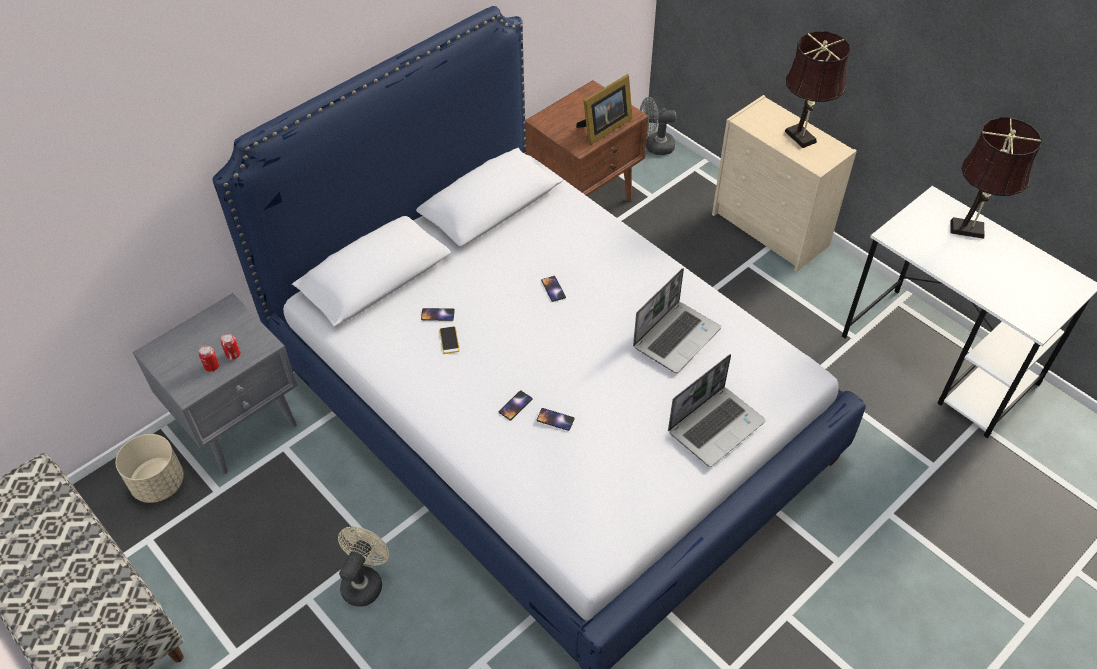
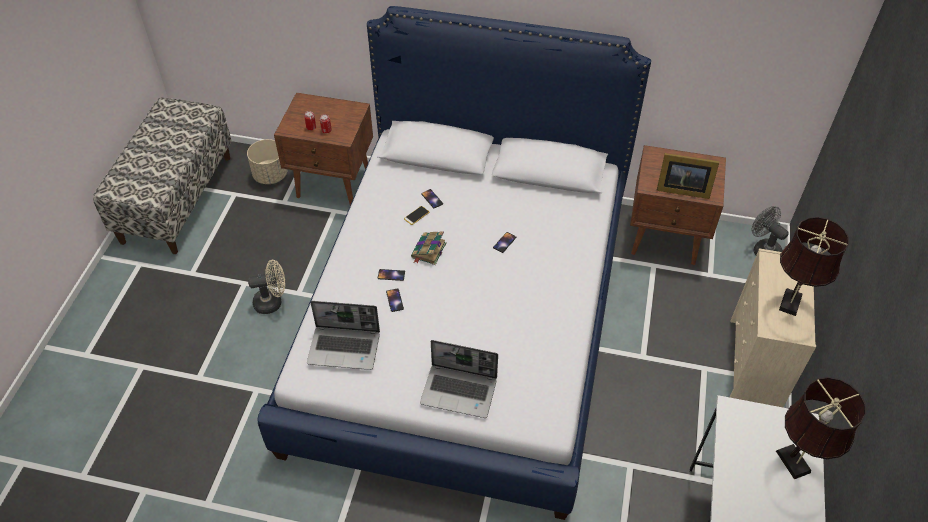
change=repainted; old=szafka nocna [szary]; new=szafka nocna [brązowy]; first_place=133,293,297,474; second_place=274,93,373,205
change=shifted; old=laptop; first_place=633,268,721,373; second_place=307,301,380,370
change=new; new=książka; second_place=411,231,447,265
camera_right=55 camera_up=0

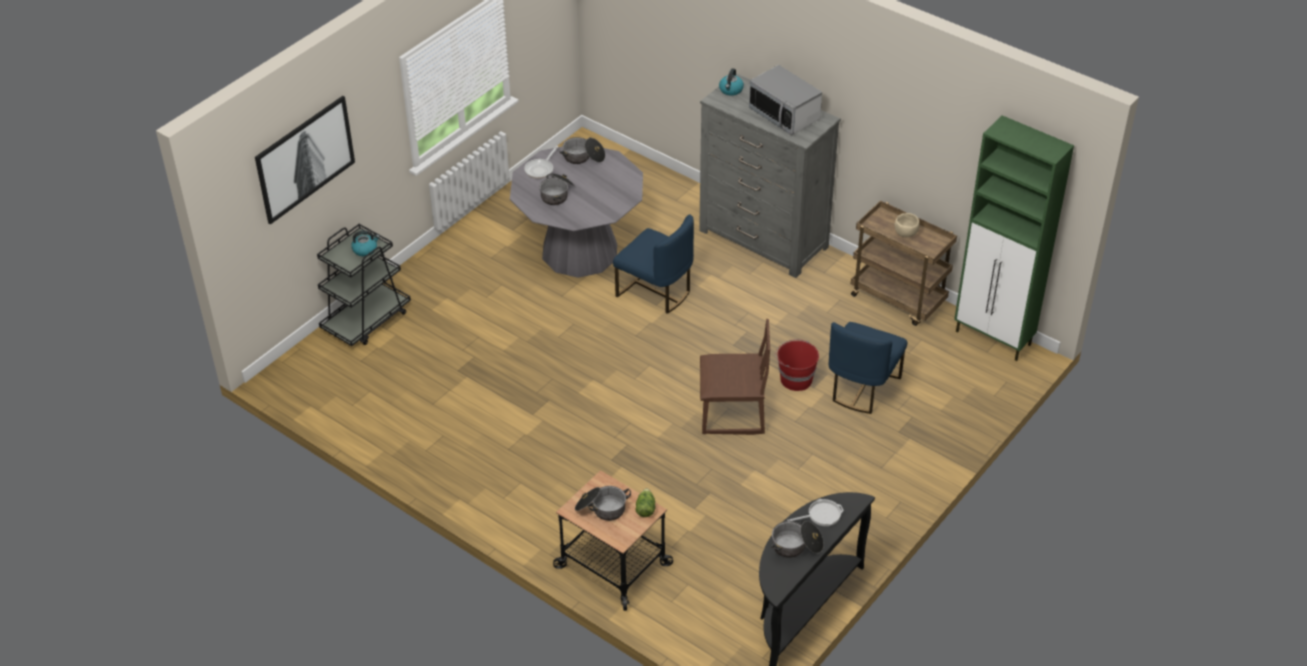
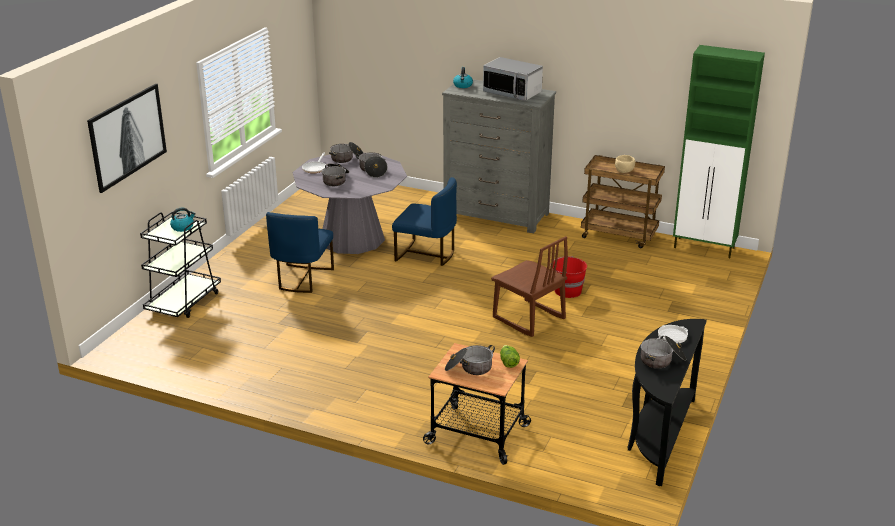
change=shifted; old=krzesło [niebieski]; first_place=829,322,907,414; second_place=266,212,334,293
change=new; new=garnek; second_place=356,152,387,178
change=rotated; old=krzesło [brązowy]; first_place=700,319,770,435; second_place=491,236,568,337; degrees=60
camera_right=-15 camera_up=-15

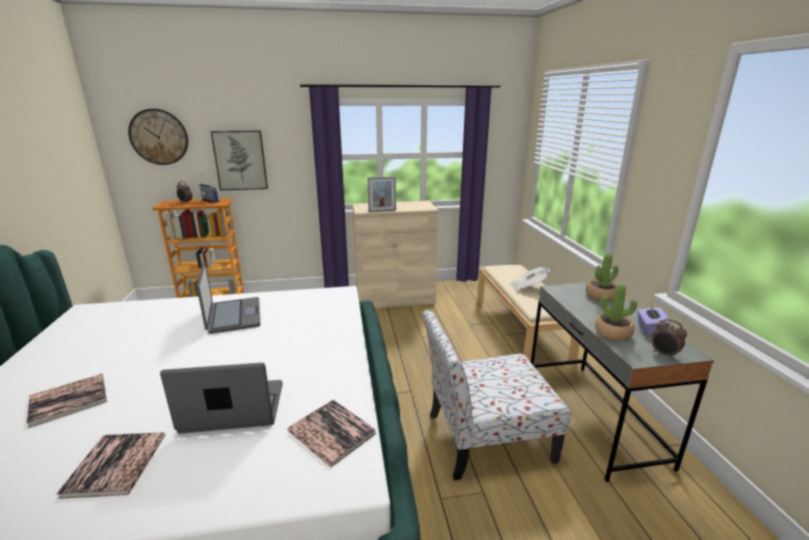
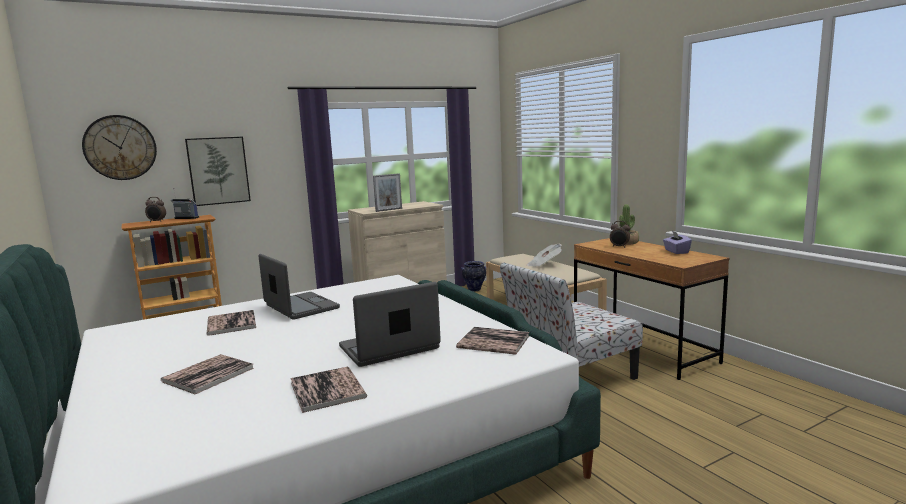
change=new; new=książka; second_place=207,310,256,336
change=new; new=wazon; second_place=461,261,486,292
change=repainted; old=biurko [szary]; new=biurko [brązowy]; first_place=531,283,714,482; second_place=574,238,729,380
change=shifted; old=budzik; first_place=651,319,687,359; second_place=610,221,630,248
change=gone; old=roślina doniczkowa; first_place=595,284,637,340
camera_right=-20 camera_up=-10

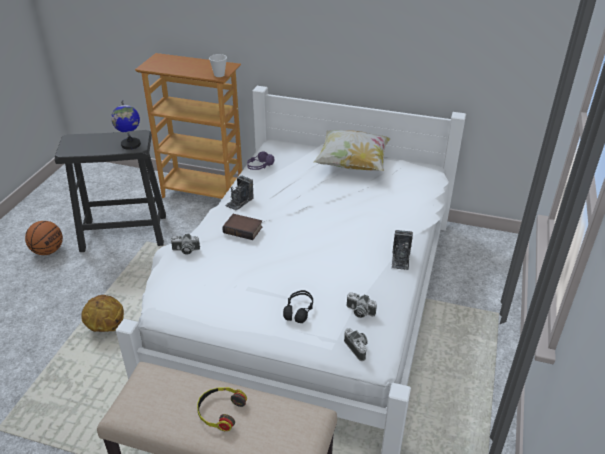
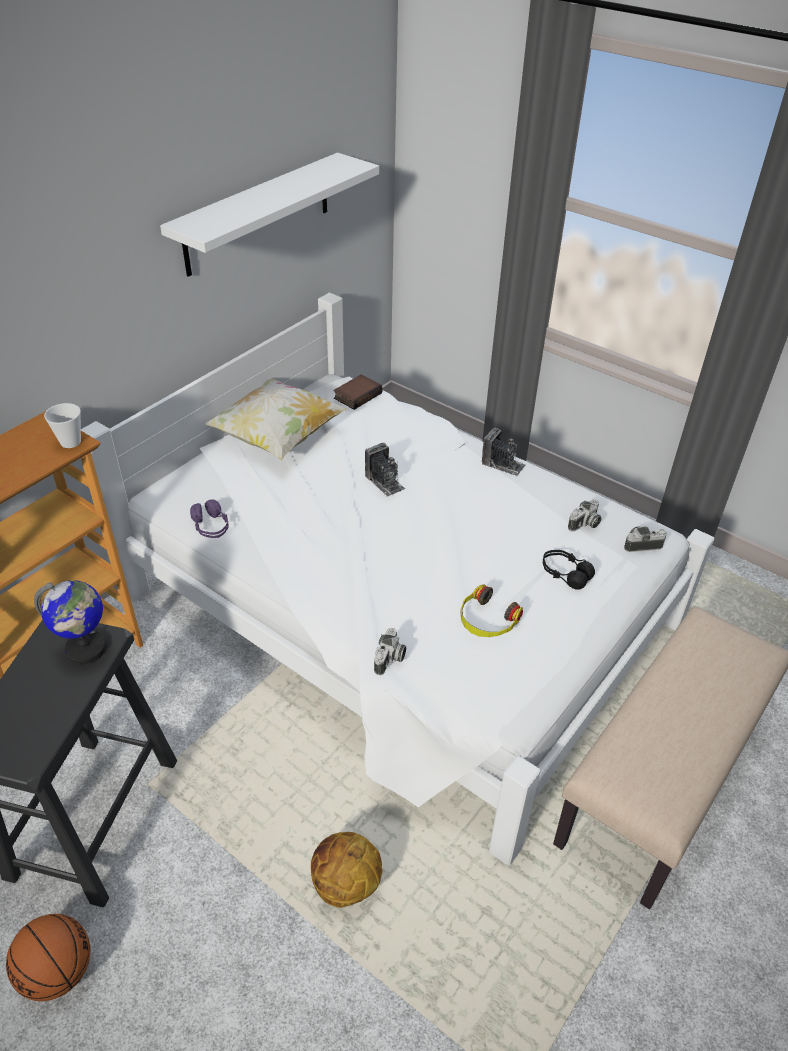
change=new; new=półka [biały]; second_place=160,153,379,277
change=shifted; old=książka; first_place=222,214,263,240; second_place=334,374,382,410
change=shifted; old=aparat fotograficzny; first_place=225,176,253,211; second_place=365,443,405,497
change=shifted; old=słuchawki; first_place=197,387,247,431; second_place=460,584,523,637
camera_right=-70 camera_up=5

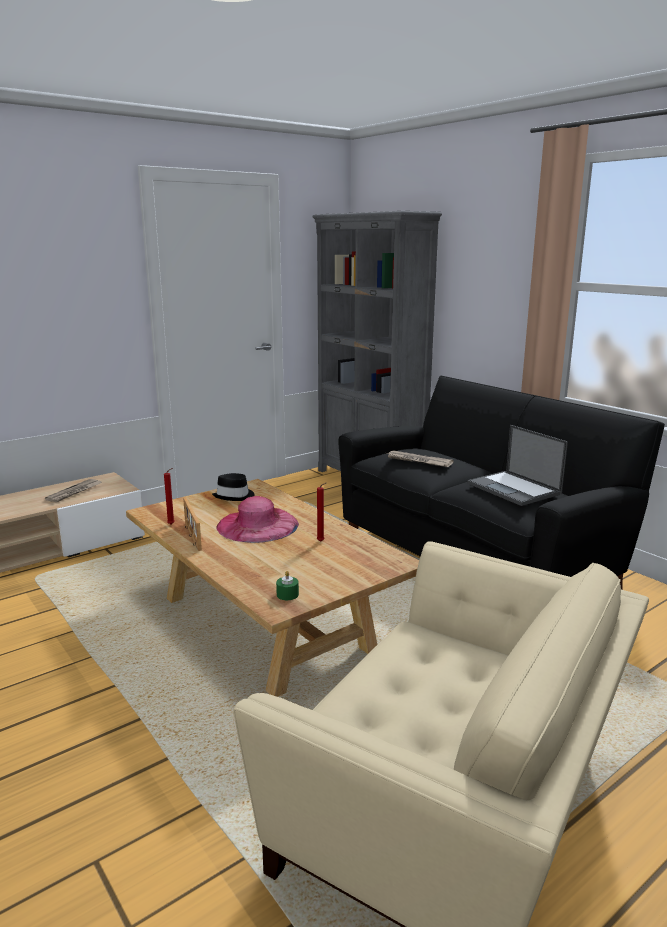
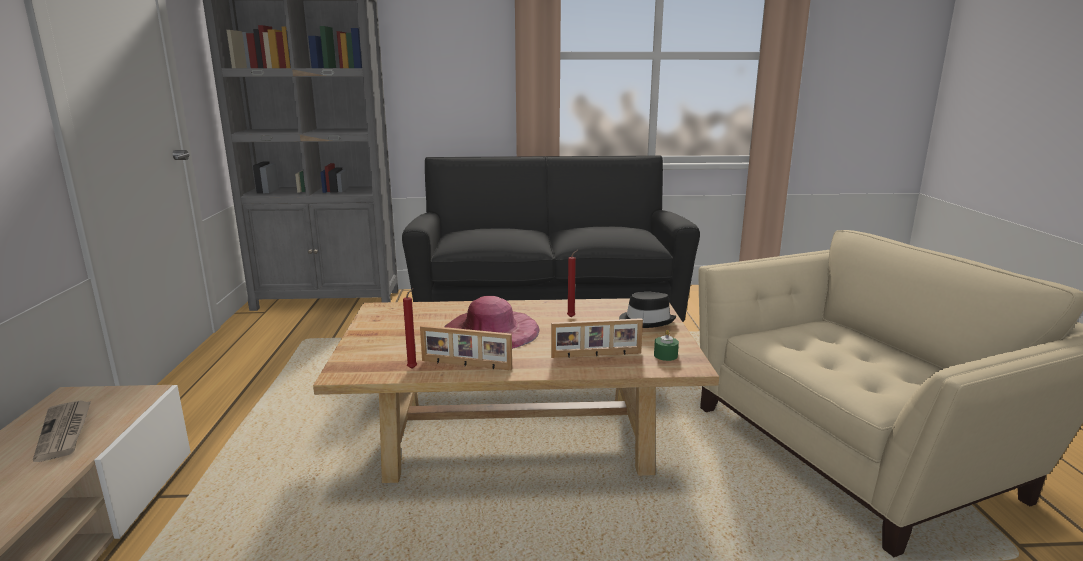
change=new; new=ramka na zdjęcie; second_place=551,318,643,358
change=shifted; old=kapelusz [czarny]; first_place=212,473,255,501; second_place=619,291,676,328
change=gone; old=gazeta; first_place=387,450,453,467
change=gone; old=laptop; first_place=467,425,568,506
camera_right=-55 camera_up=0

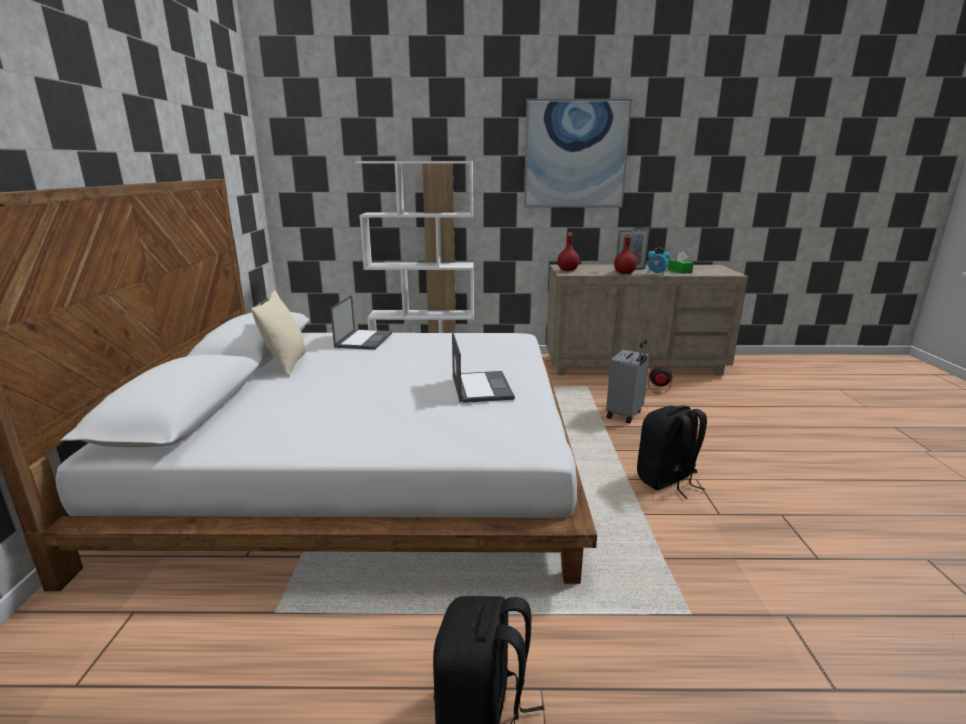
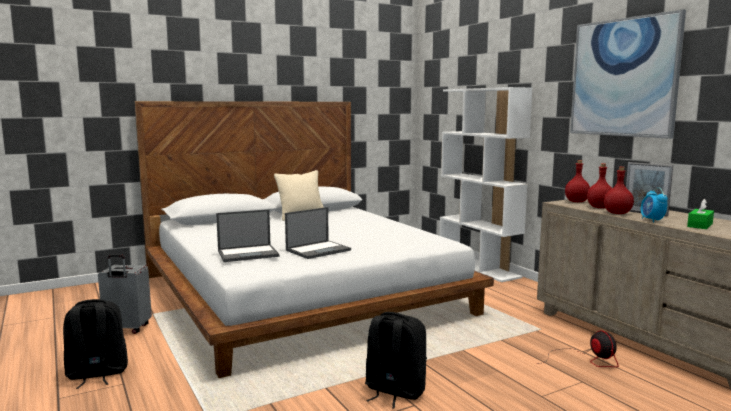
change=shifted; old=walizka [szary]; first_place=606,340,650,423; second_place=98,254,152,334
change=shifted; old=laptop; first_place=330,295,392,350; second_place=216,209,279,262
change=new; new=butelka [czerwony]; second_place=587,163,612,208
camera_right=60 camera_up=-10

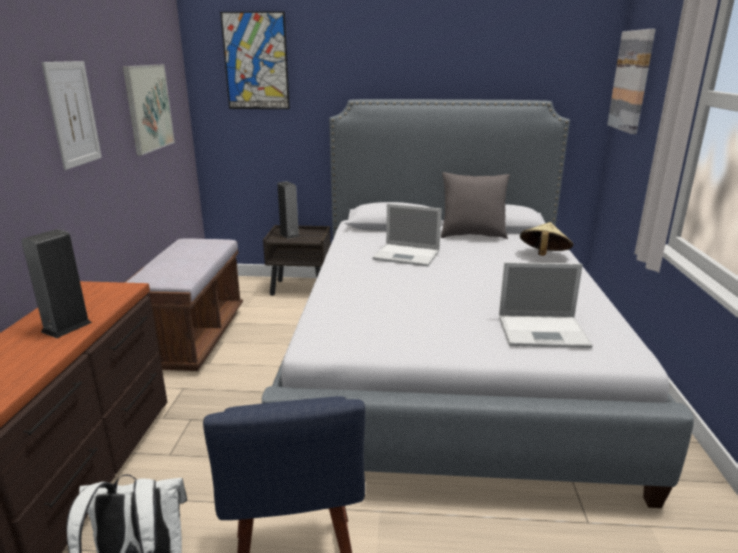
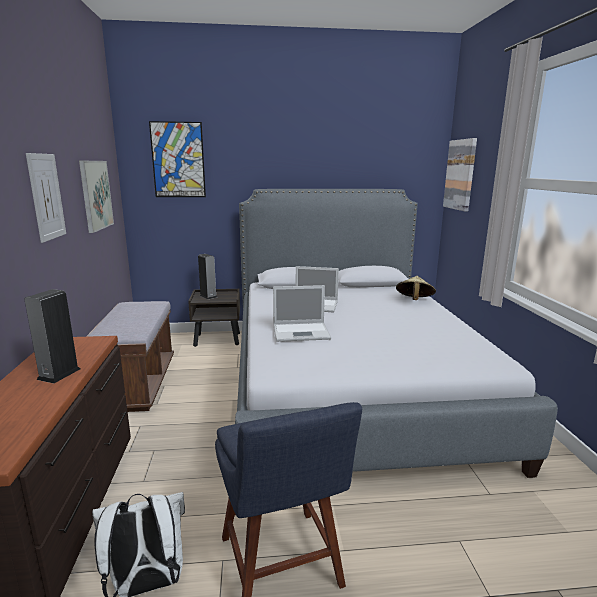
change=shifted; old=laptop; first_place=499,262,593,348; second_place=273,285,331,342
change=gone; old=poduszka [szary]; first_place=441,172,510,239
camera_right=-10 camera_up=-5

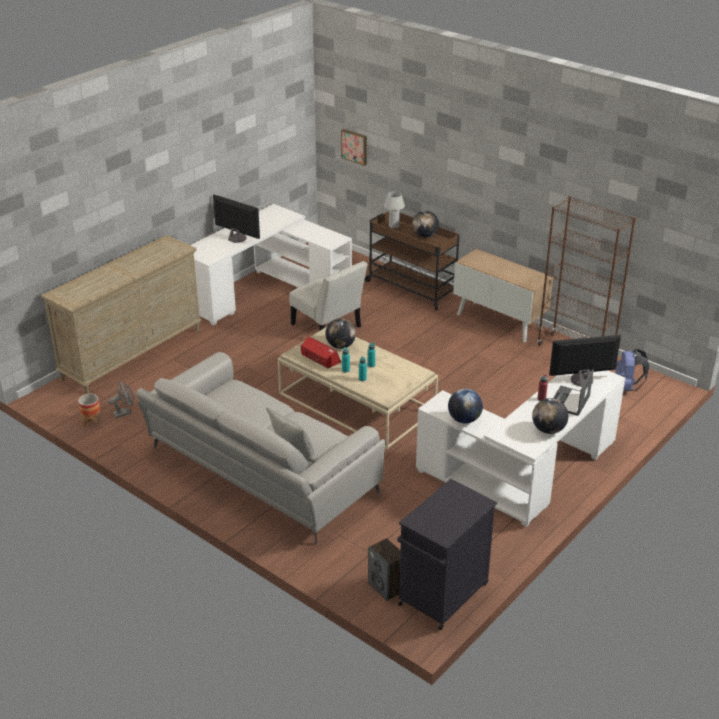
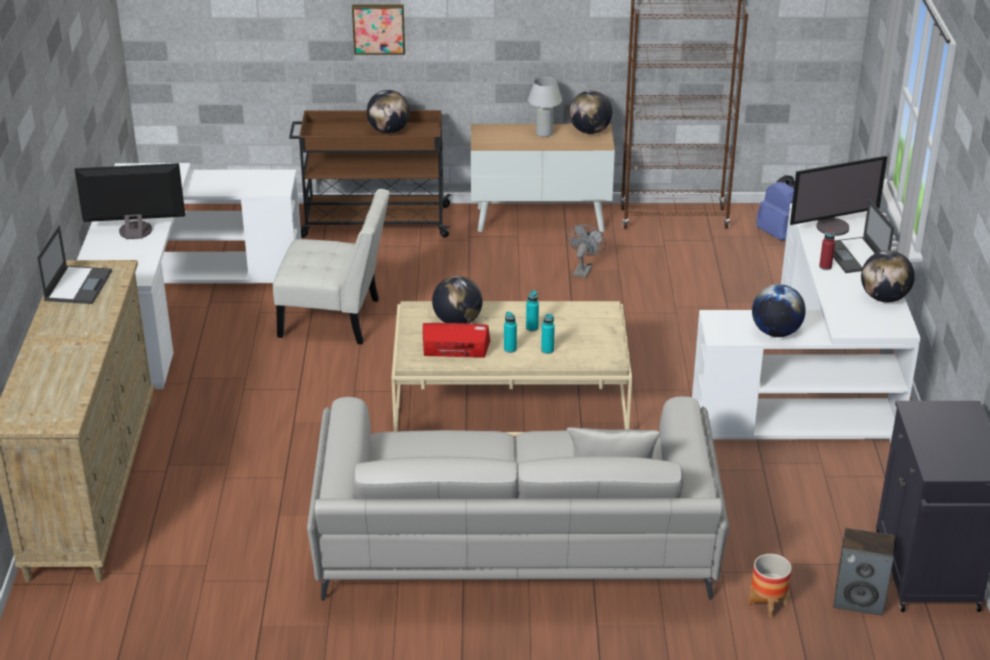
change=new; new=laptop; second_place=37,225,112,304
change=shifted; old=obraz; first_place=341,129,367,166; second_place=352,4,405,55
change=shifted; old=lampa stołowa [biały]; first_place=384,191,405,228; second_place=528,77,562,137
change=shifted; old=wentylator [szary]; first_place=108,382,135,418; second_place=567,224,606,278
change=new; new=globus; second_place=569,91,612,134
change=shifted; old=donica; first_place=78,394,100,427; second_place=749,554,792,618
change=rotated; old=monitor; first_place=549,335,621,387; second_place=790,156,888,236; degrees=-150
camera_right=-40 camera_up=0

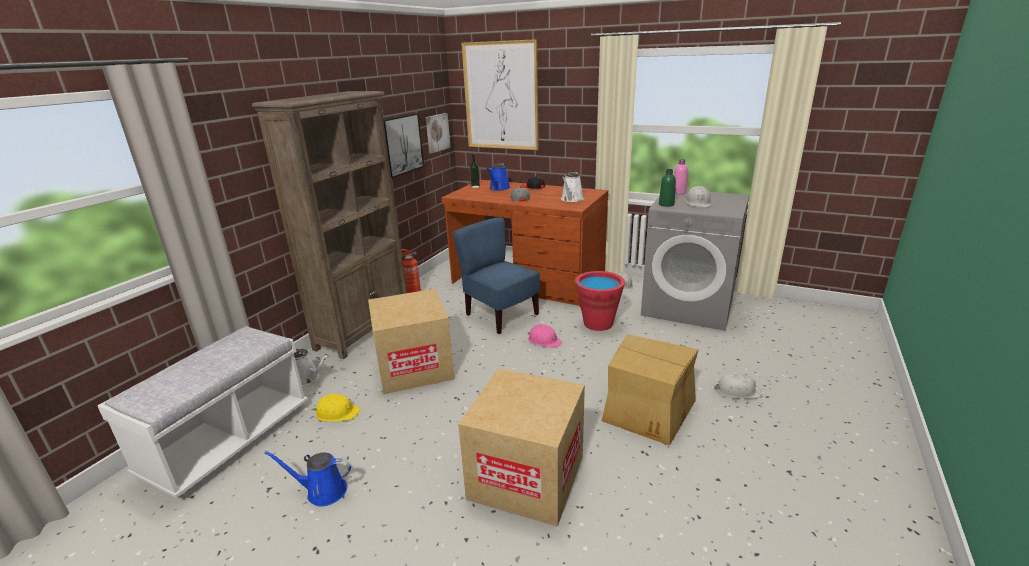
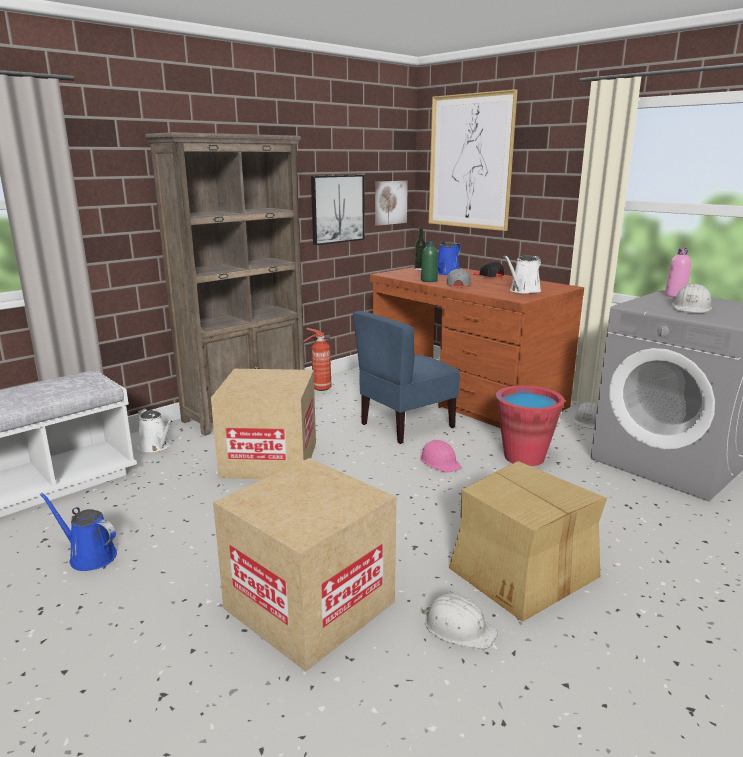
change=rotated; old=krzesło [niebieski]; first_place=453,217,540,334; second_place=353,311,460,444; degrees=-105
change=shifted; old=butelka [zielony]; first_place=659,169,676,207; second_place=421,241,438,282
change=shifted; old=kask [biały]; first_place=714,372,763,399; second_place=422,593,498,650
change=gone; old=kask [żółty]; first_place=313,394,360,422
camera_right=20 camera_up=-5

